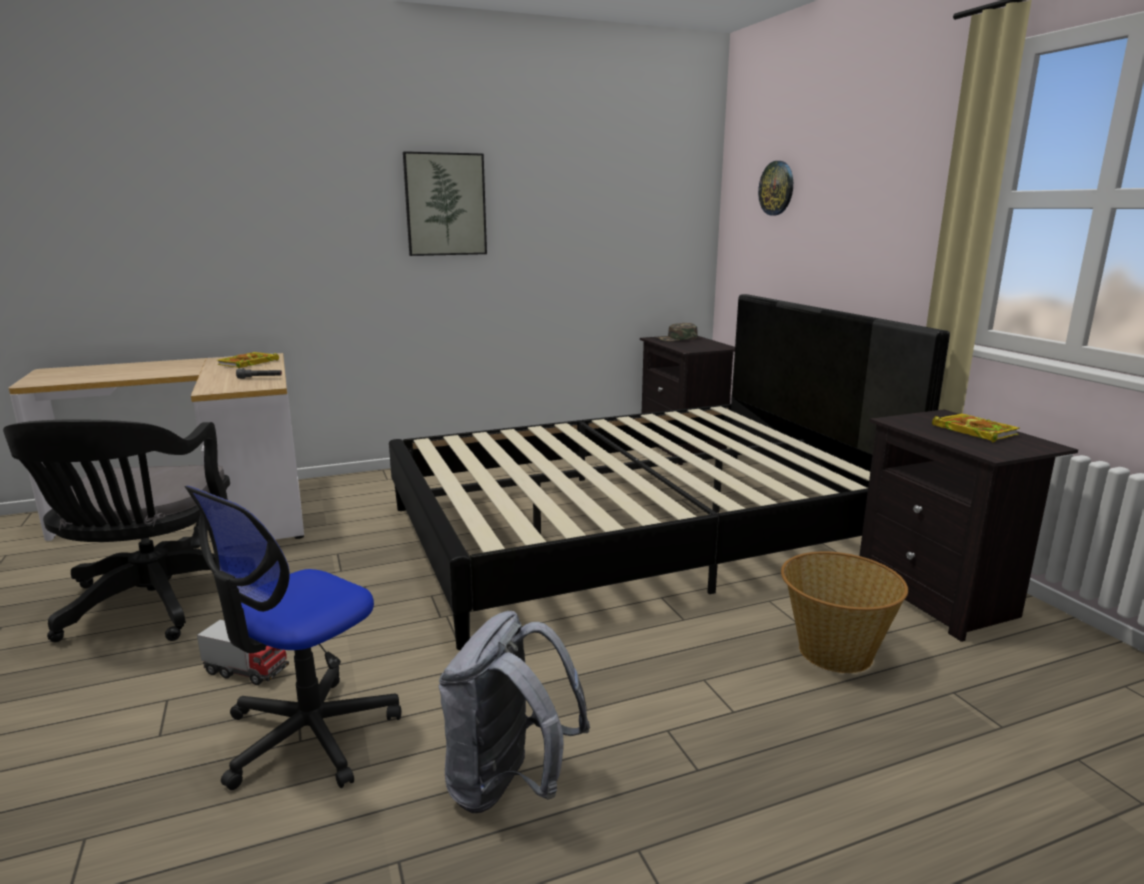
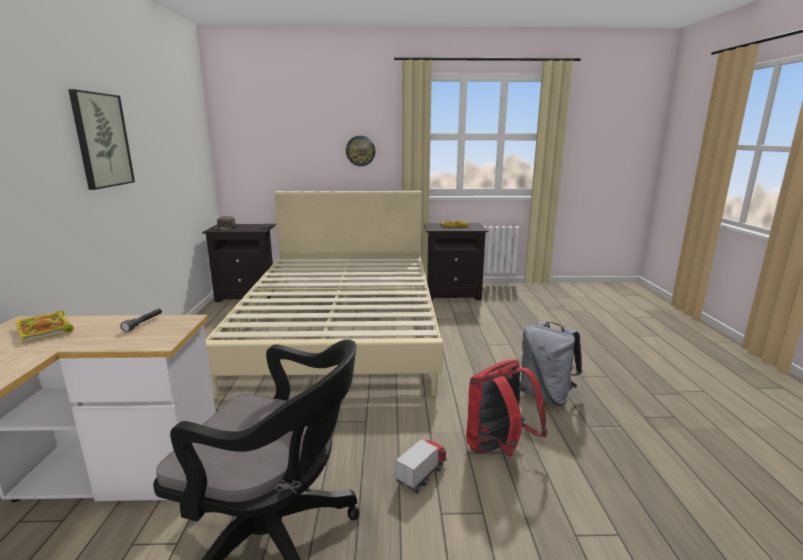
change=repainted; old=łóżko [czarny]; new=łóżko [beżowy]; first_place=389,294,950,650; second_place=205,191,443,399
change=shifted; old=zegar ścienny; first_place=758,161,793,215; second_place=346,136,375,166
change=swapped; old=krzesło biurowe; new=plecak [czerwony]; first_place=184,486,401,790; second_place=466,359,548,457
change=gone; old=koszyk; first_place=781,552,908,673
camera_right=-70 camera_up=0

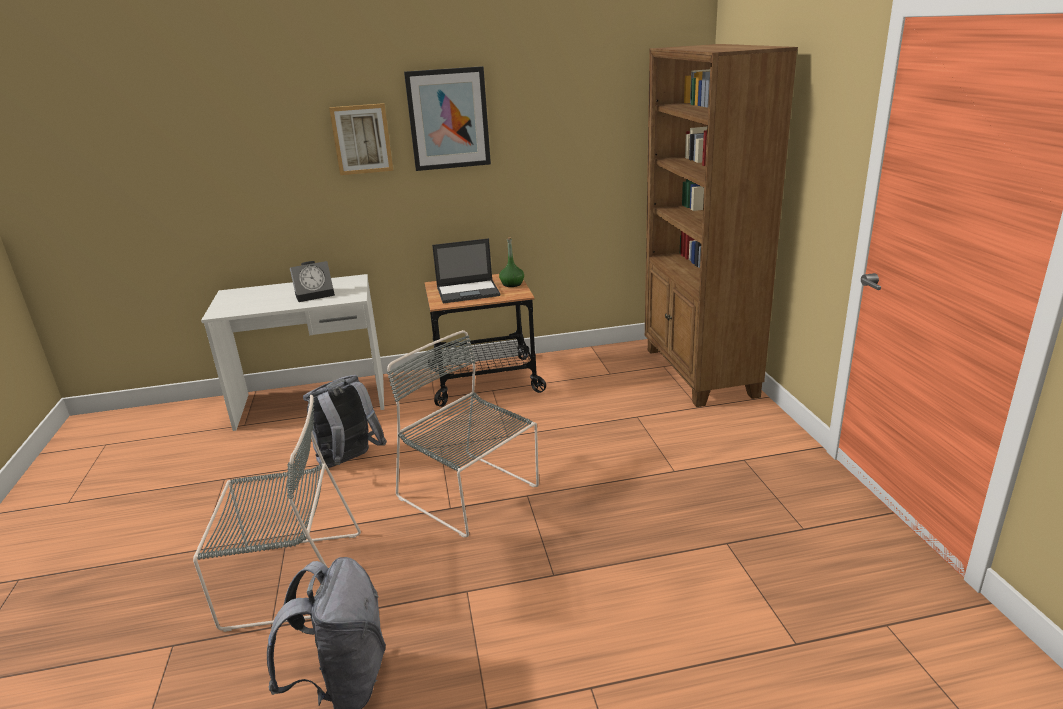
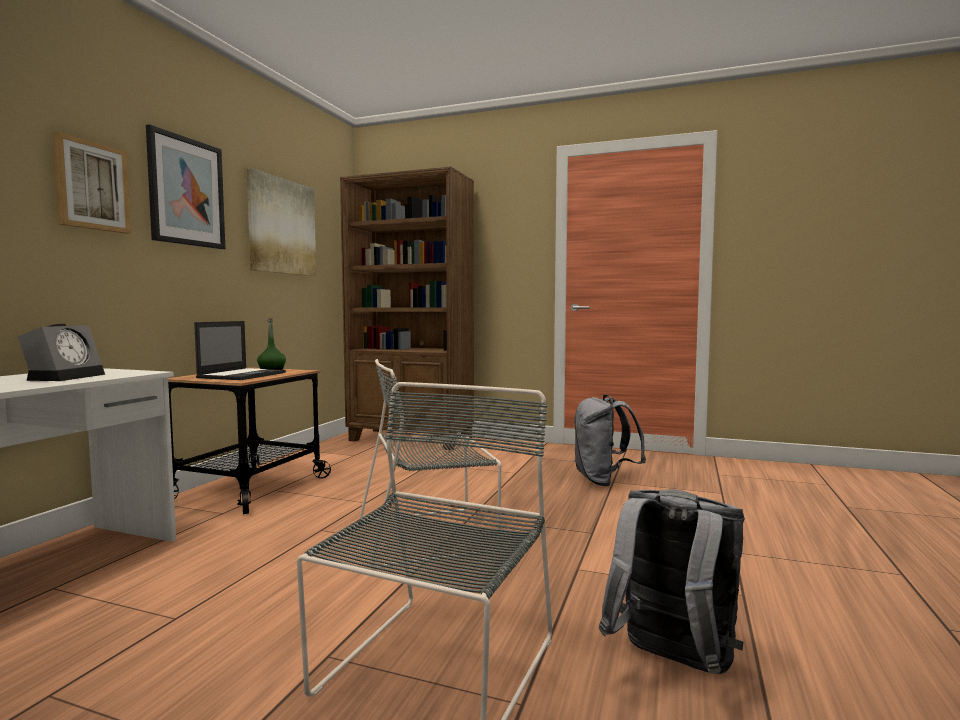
change=new; new=obraz; second_place=247,168,316,276
change=shifted; old=plecak [szary]; first_place=303,375,387,468; second_place=574,395,646,486
camera_right=-60 camera_up=-20

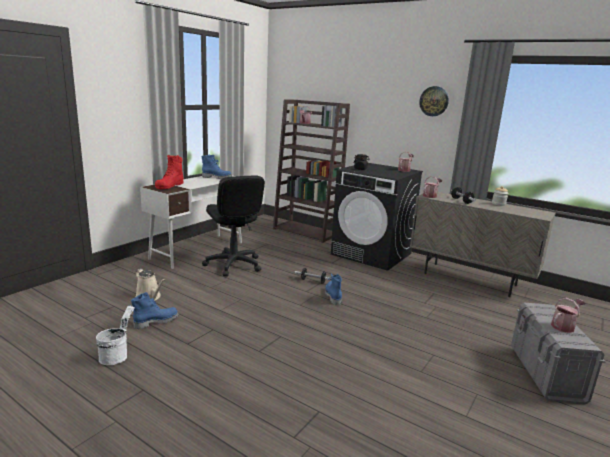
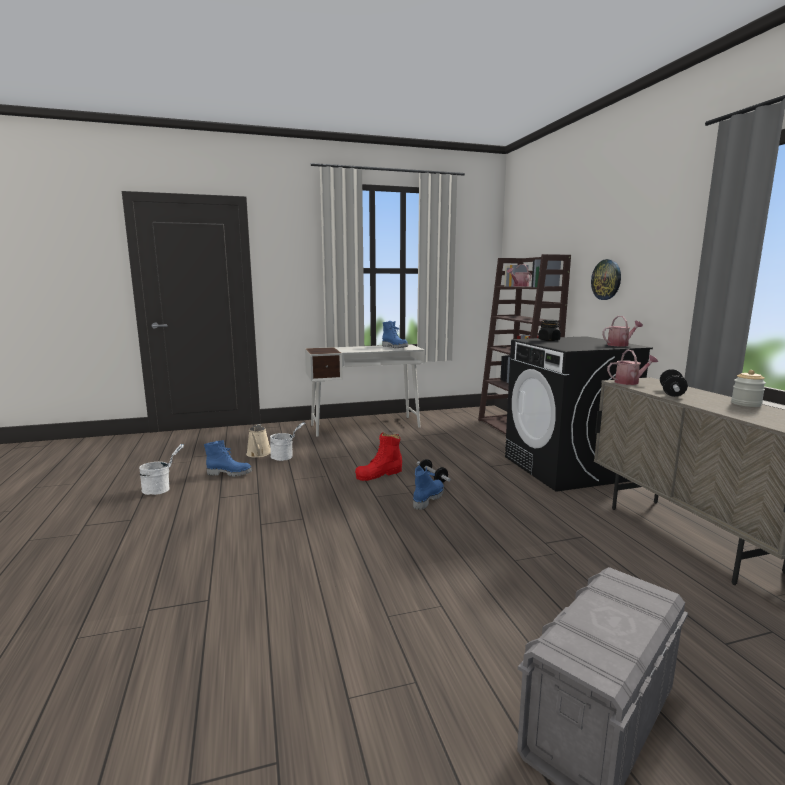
change=new; new=wiadro [biały]; second_place=270,423,305,461
change=shifted; old=but z cholewką [czerwony]; first_place=155,155,184,189; second_place=355,432,402,481
change=shifted; old=zegar ścienny; first_place=419,86,449,116; second_place=591,259,621,300
change=gone; old=krzesło biurowe [czarny]; first_place=202,175,265,277
change=gone; old=konewka; first_place=551,298,586,333
camera_right=40 camera_up=-5

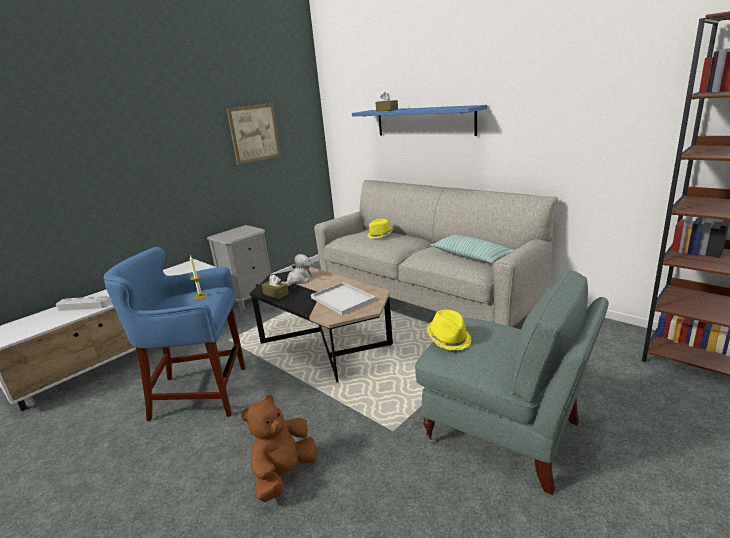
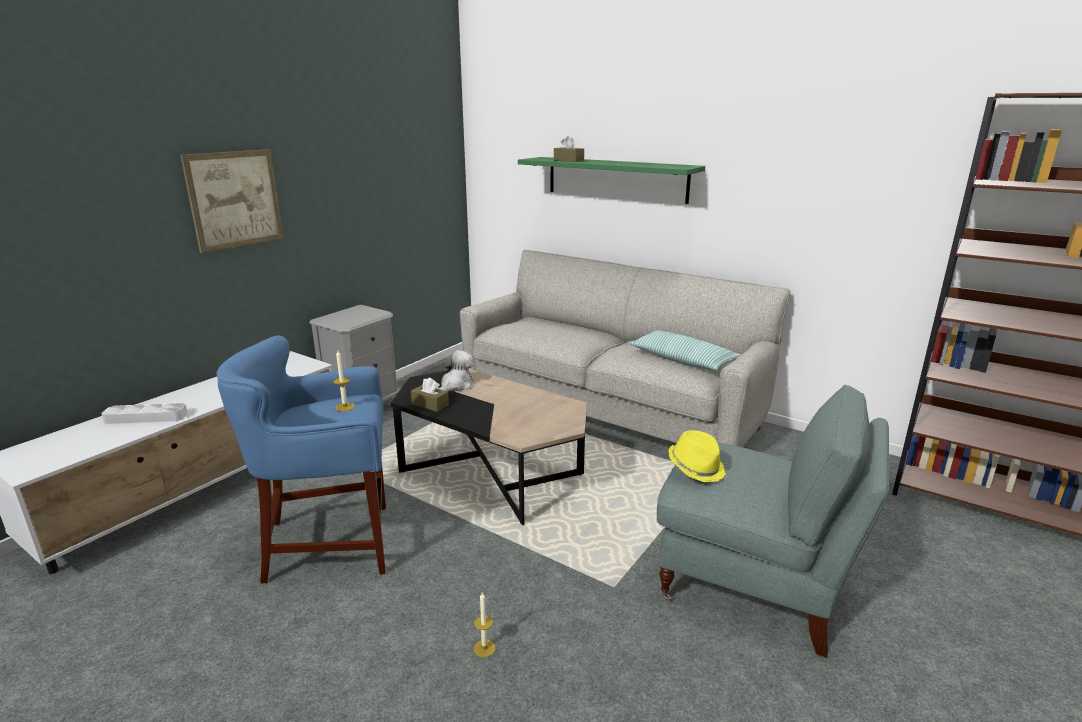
change=shifted; old=obraz; first_place=226,103,281,165; second_place=180,149,284,253
change=swapped; old=pluszak [brązowy]; new=świeca; first_place=241,394,317,502; second_place=474,593,496,657
change=repainted; old=półka [niebieski]; new=półka [zielony]; first_place=352,105,487,136; second_place=518,157,705,204
change=gone; old=taca [biały]; first_place=311,282,376,315
change=gone; old=kapelusz [żółty]; first_place=367,219,393,239
camera_right=-10 camera_up=0

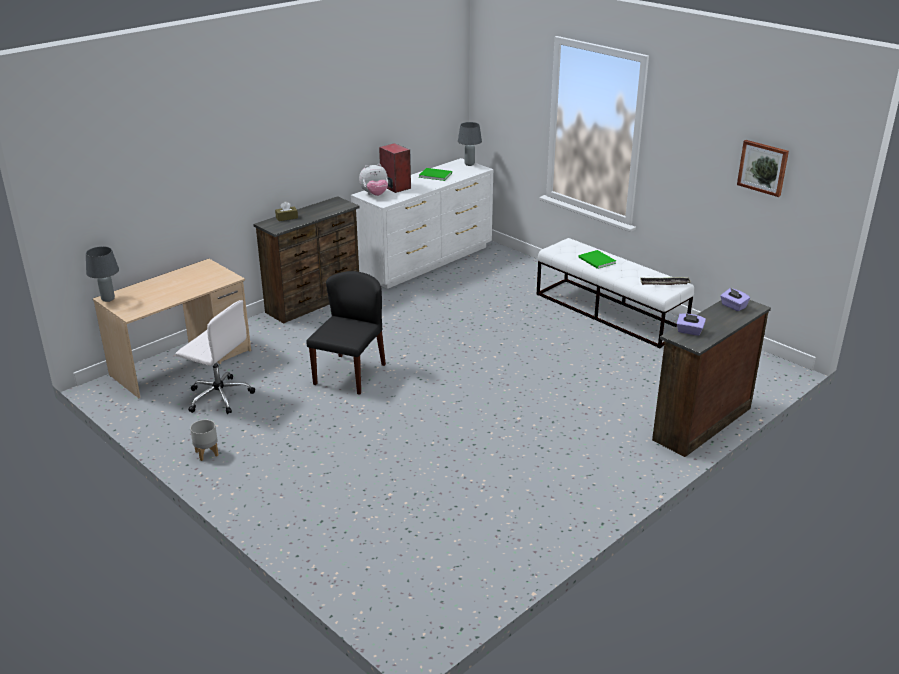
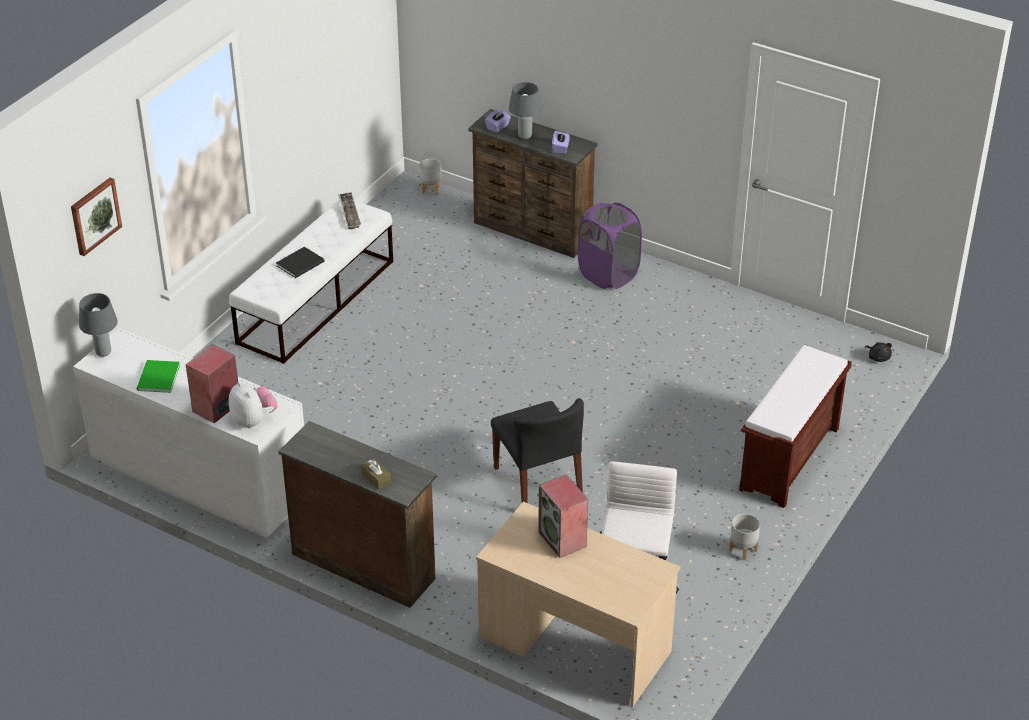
change=shifted; old=obraz; first_place=737,140,789,197; second_place=71,178,122,256
change=repainted; old=książka [zielony]; new=książka [czarny]; first_place=578,250,616,269; second_place=276,247,324,278
change=new; new=donica [szary]; second_place=419,159,442,195
change=rotated; old=krzesło [czarny]; first_place=306,271,386,395; second_place=491,398,584,503; degrees=-120
change=shifted; old=lampa stołowa [szary]; first_place=86,246,119,302; second_place=509,82,542,139
change=new; new=głośnik; second_place=538,474,588,558
change=new; new=kosz na pranie [fioletowy]; second_place=578,202,642,289
change=new; new=ławka [brązowy]; second_place=739,345,852,508
change=new; new=pluszak [czarny]; second_place=865,343,892,362
camera_right=-105 camera_up=10

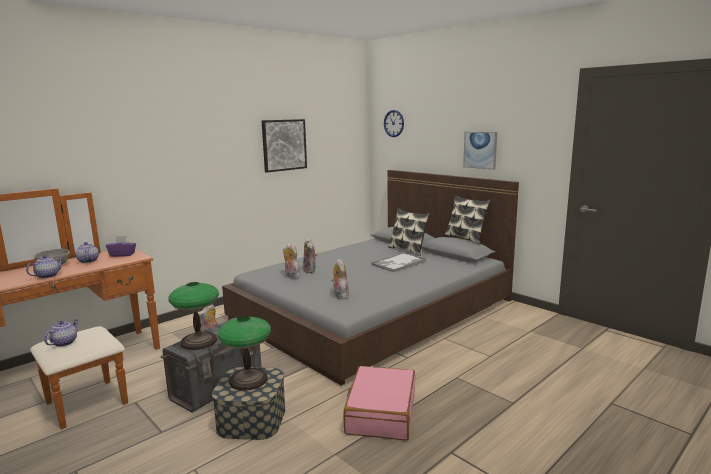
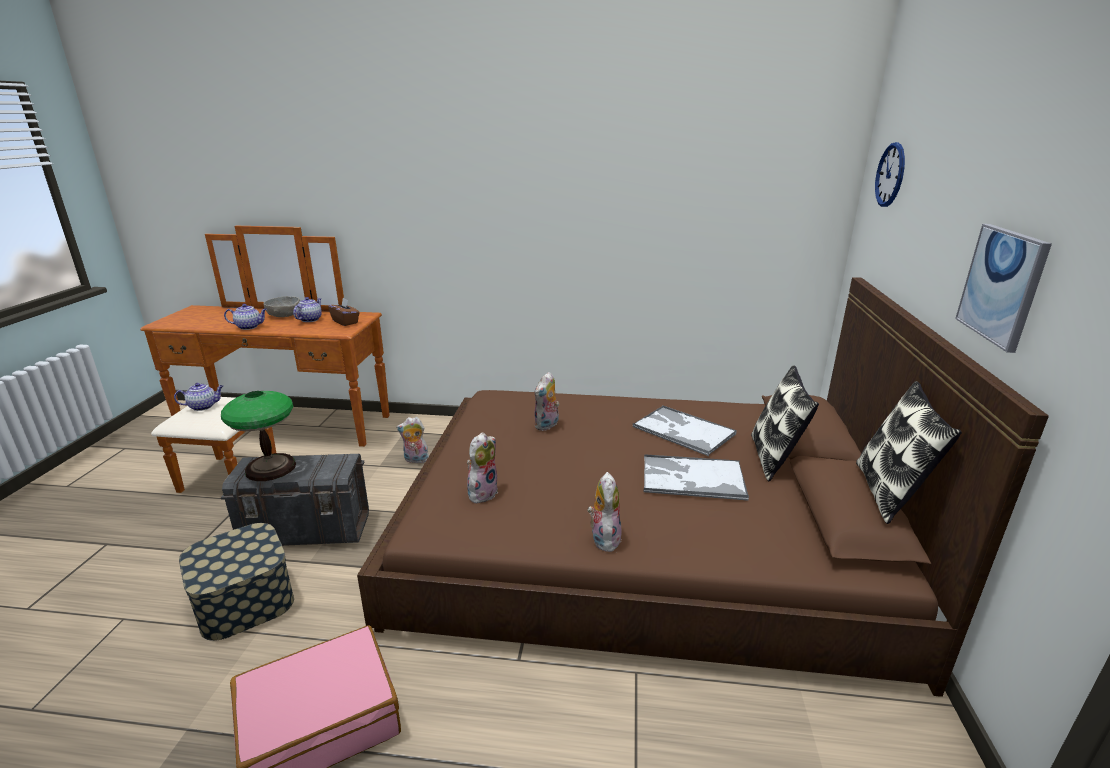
change=repainted; old=pudełko chusteczek [fioletowy]; new=pudełko chusteczek [brązowy]; first_place=106,236,136,257; second_place=328,298,360,326
change=repainted; old=łóżko [szary]; new=łóżko [brązowy]; first_place=222,170,519,385; second_place=357,277,1049,697
change=shifted; old=pluszak; first_place=283,244,300,279; second_place=588,472,622,552
change=new; new=taca; second_place=633,405,737,456
change=gone; old=lampa stołowa; first_place=218,316,271,391
change=gone; old=obraz; first_place=262,119,307,173
camera_right=50 camera_up=10

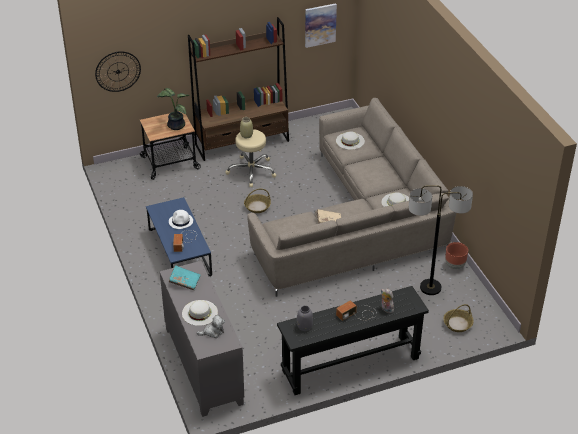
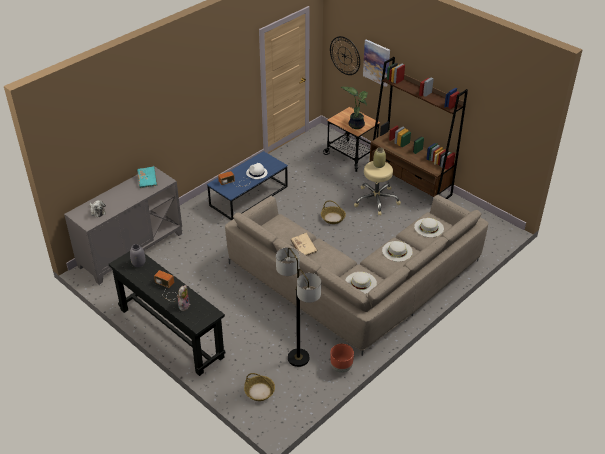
change=shifted; old=obraz; first_place=305,3,337,48; second_place=363,39,390,87
change=shifted; old=kapelusz [biały]; first_place=182,300,218,326; second_place=382,241,413,262
camera_right=65 camera_up=0

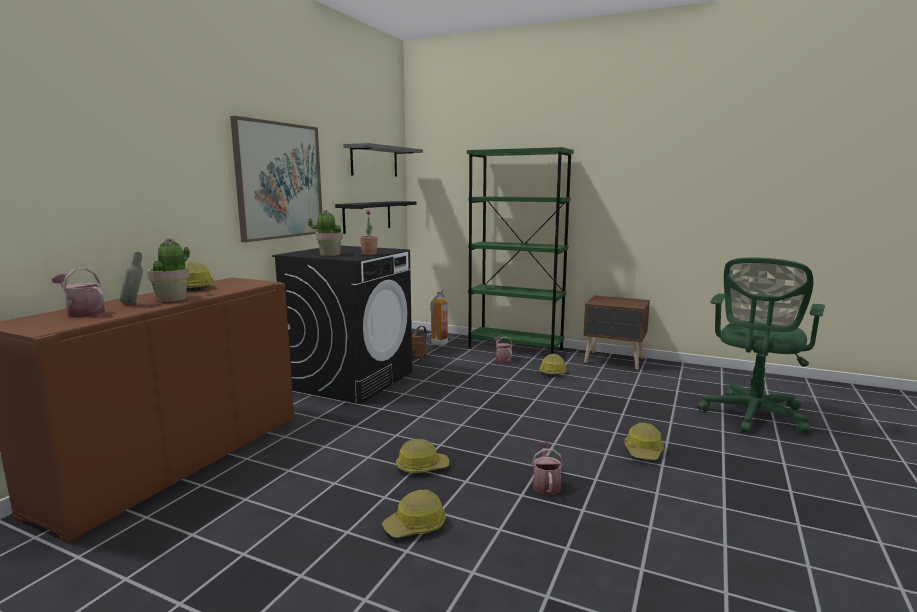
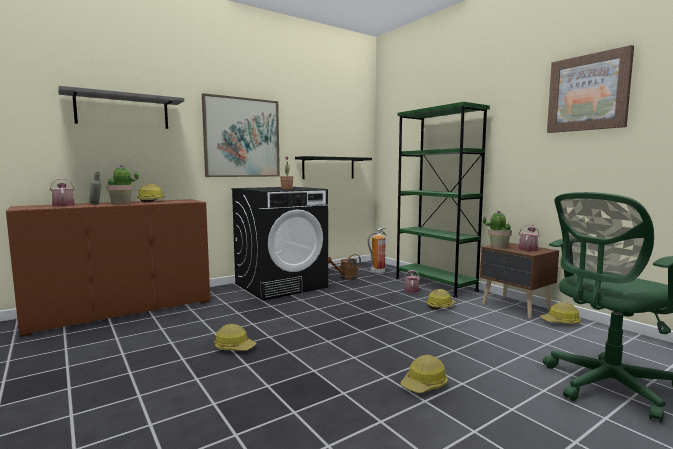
change=shifted; old=półka [szary]; first_place=343,143,423,177; second_place=58,86,184,129
change=shifted; old=roślina doniczkowa; first_place=308,210,343,256; second_place=483,211,512,249
change=shifted; old=konewka; first_place=532,442,564,495; second_place=519,225,539,251
change=shifted; old=kask; first_place=382,489,446,538; second_place=540,302,581,324
change=new; new=obraz; second_place=547,45,634,133
camera_right=30 camera_up=-5

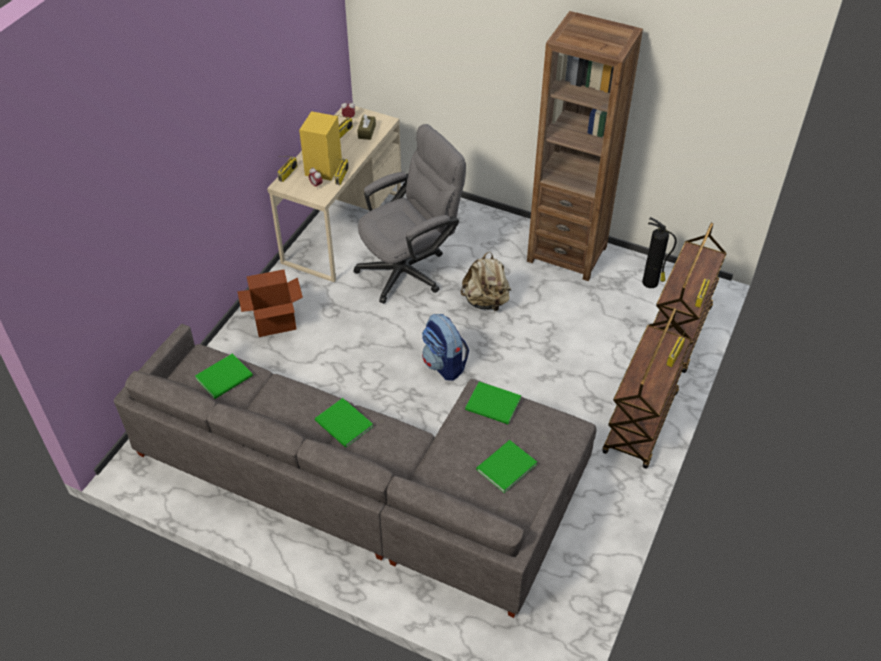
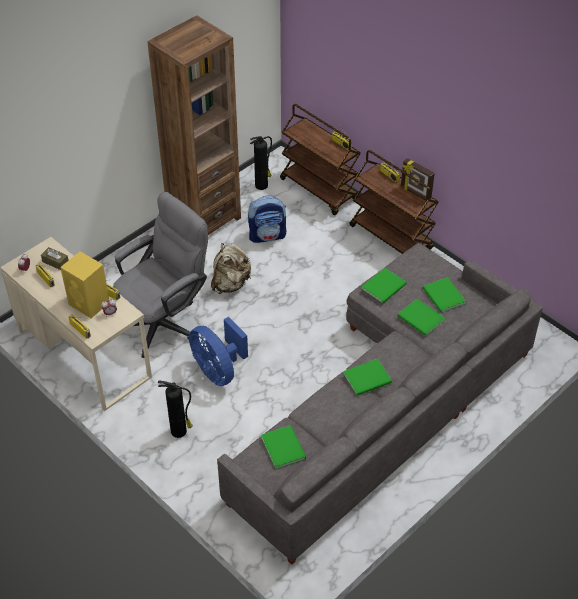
change=rotated; old=krzesło biurowe [szary]; first_place=353,124,466,303; second_place=113,192,208,358; degrees=60
change=swapped; old=karton; new=gaśnica; first_place=237,269,303,337; second_place=158,381,193,438
change=new; new=wentylator [niebieski]; second_place=189,317,248,386
change=shifted; old=plecak; first_place=422,313,469,381; second_place=248,196,286,243
change=new; new=książka [zielony]; second_place=398,299,445,336
change=new; new=ramka na zdjęcie; second_place=401,158,435,201
camera_right=-70 camera_up=0

